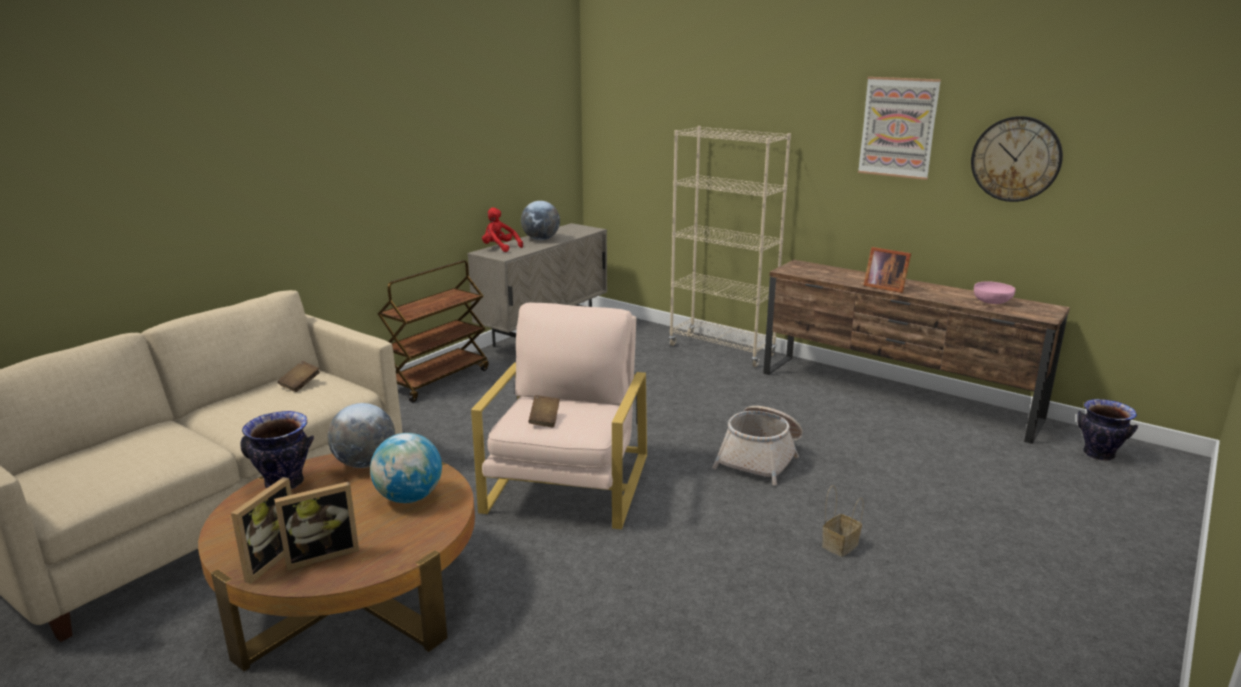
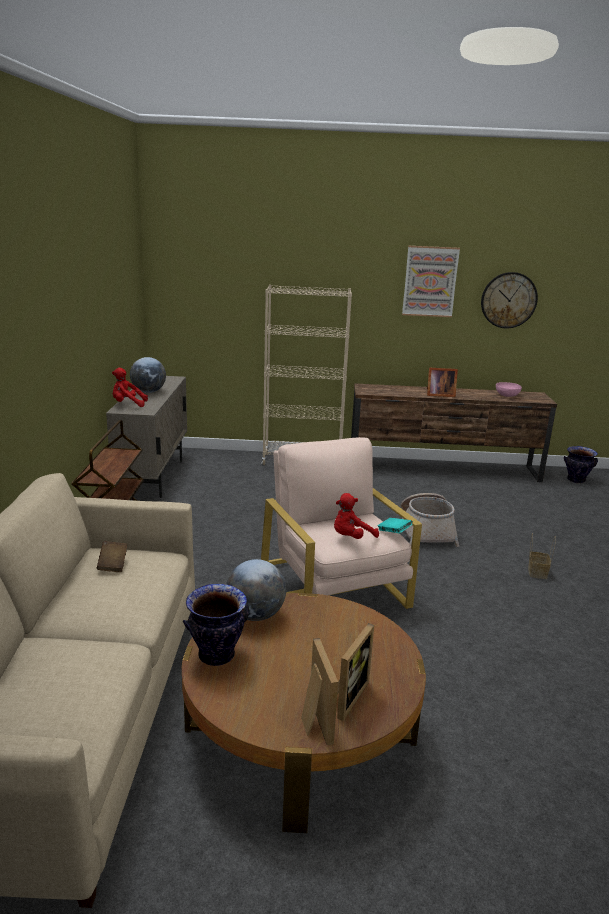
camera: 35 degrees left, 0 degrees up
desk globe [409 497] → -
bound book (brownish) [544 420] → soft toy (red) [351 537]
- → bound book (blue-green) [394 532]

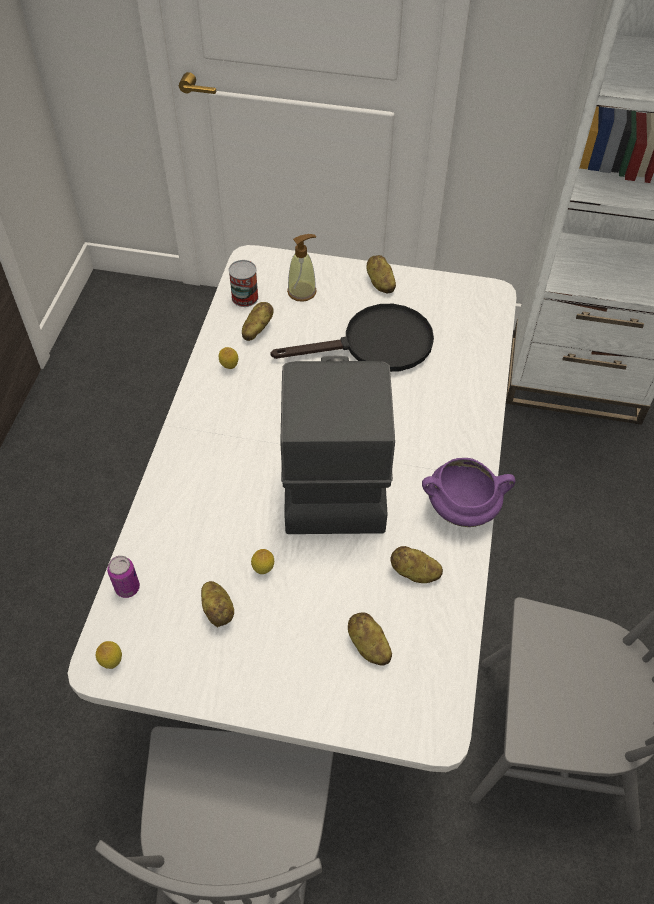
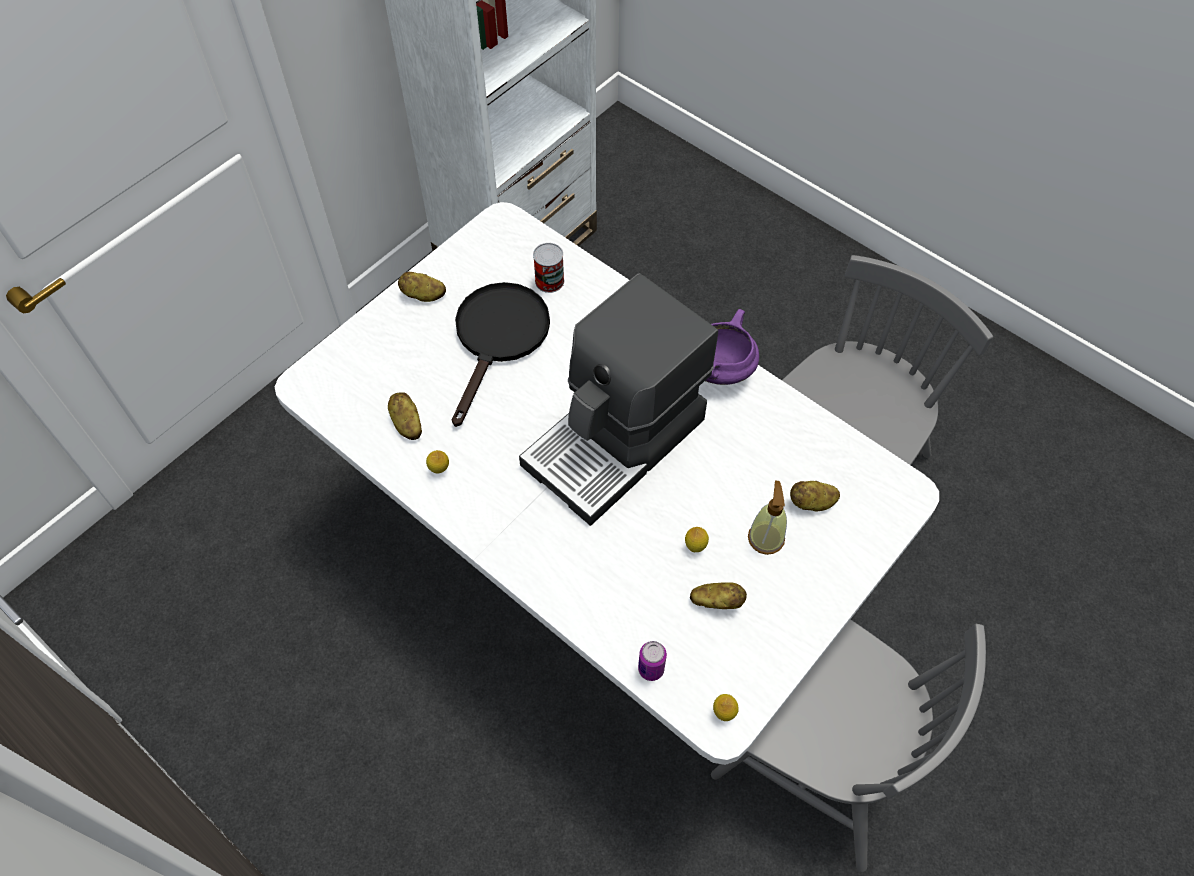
camera: 60 degrees left, 5 degrees up
sealed can [245 297] → sealed can [549 281], move
coffee maker [331 467] → coffee maker [617 442], 75 degrees counterclockwise
soap dispenser [302 292] → soap dispenser [766 538], move
spud [414 573] → -

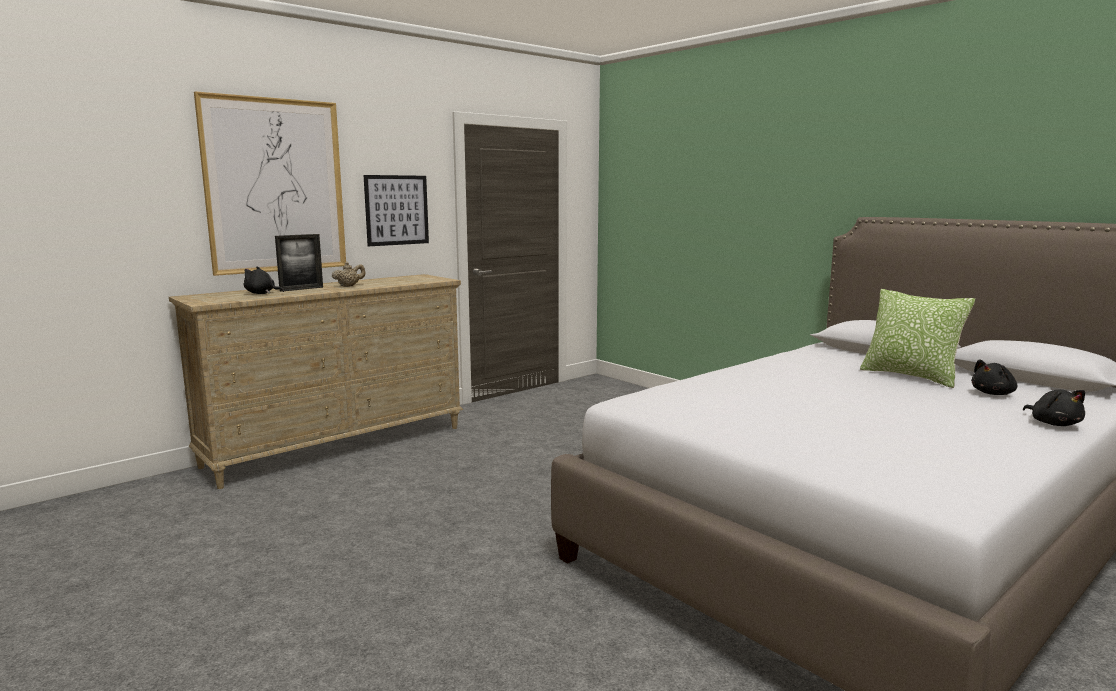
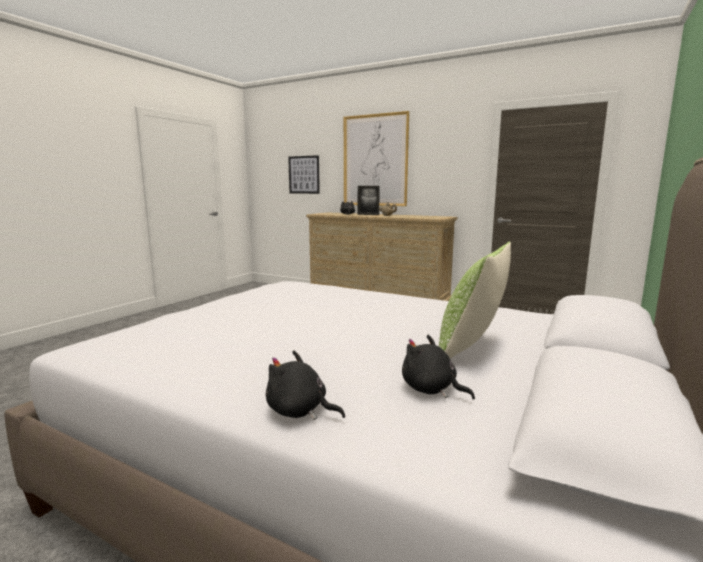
camera: 70 degrees right, 0 degrees up
wall art [397 210] → wall art [304 175], move
soft toy (black) [1053 423] → soft toy (black) [299 411], 60 degrees clockwise

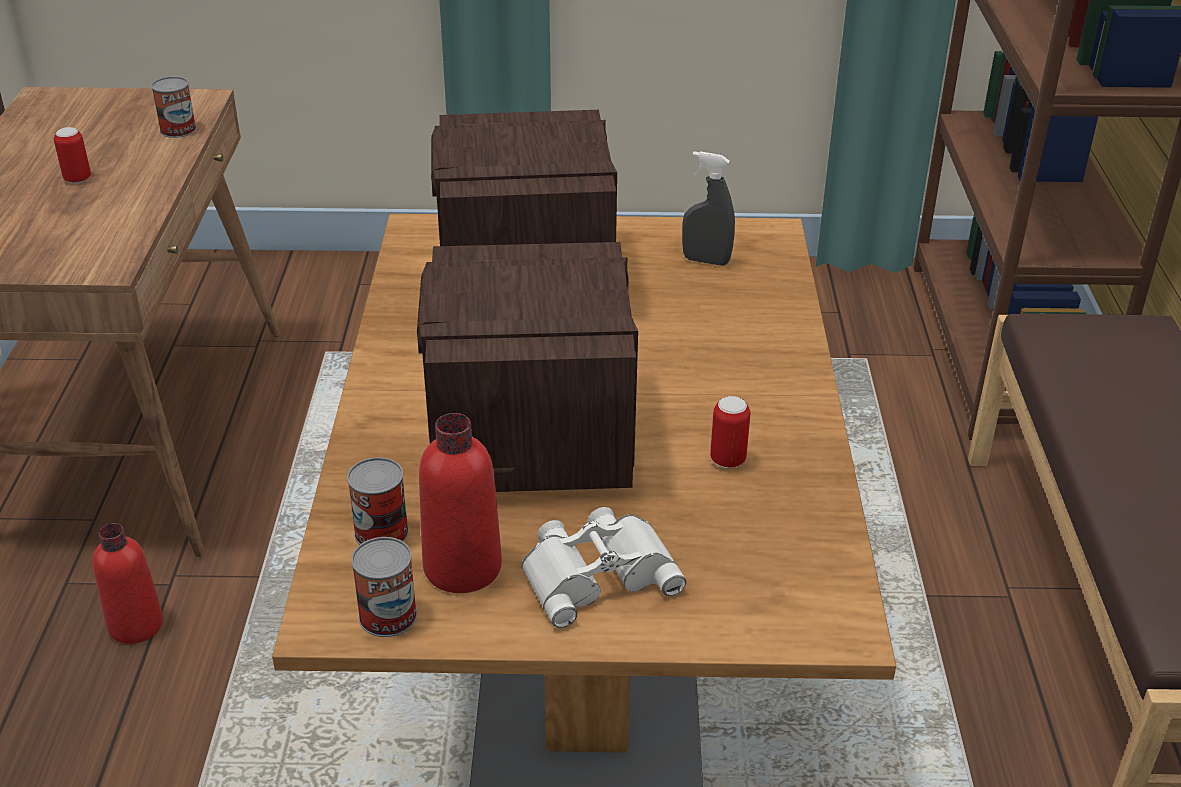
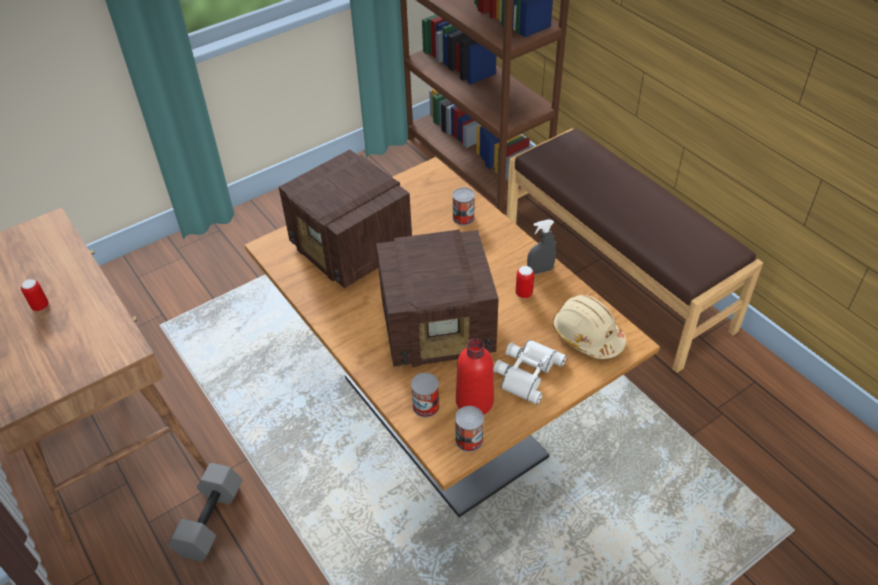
camera: 35 degrees left, 10 degrees up
bottle (red) [136 625] → dumbbell (greyish) [209 519]
sealed can [178 129] → sealed can [463 218], move
radio [530 441] → radio [439 329], 60 degrees counterclockwise
sprayer (greyish) [706 261] → sprayer (greyish) [540 270], move
- → work helmet (beige) [587 335]

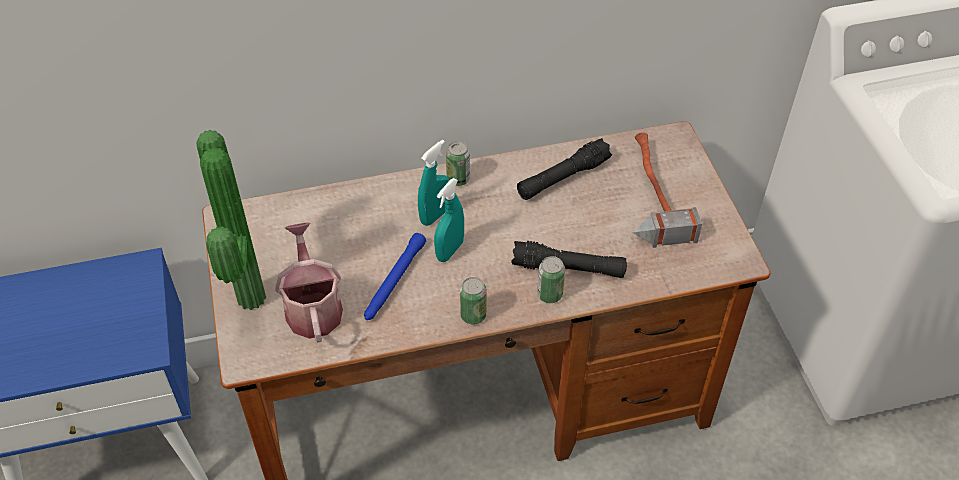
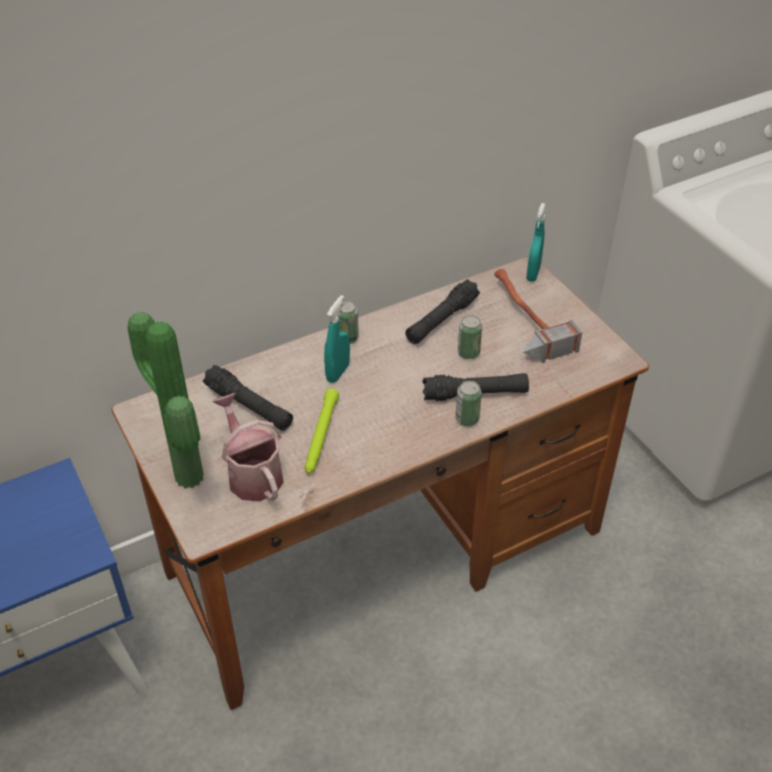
camera: 15 degrees left, 5 degrees down
torch (bluish) [394 281] → torch (greenish) [321 436]
sprayer (blue-green) [450 251] → sprayer (blue-green) [533 273], move
sealed can [473 315] → sealed can [468 353], move
- → torch (black) [249 407]

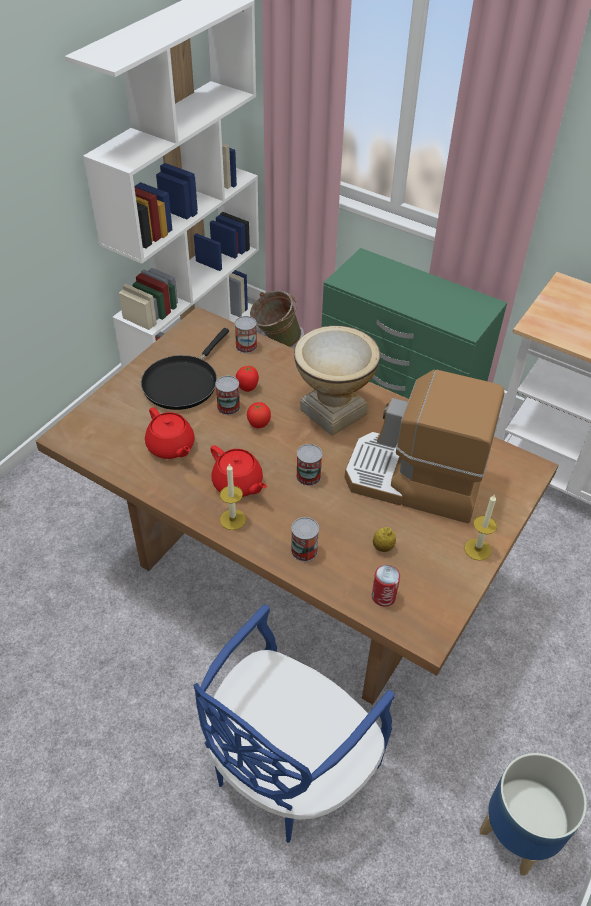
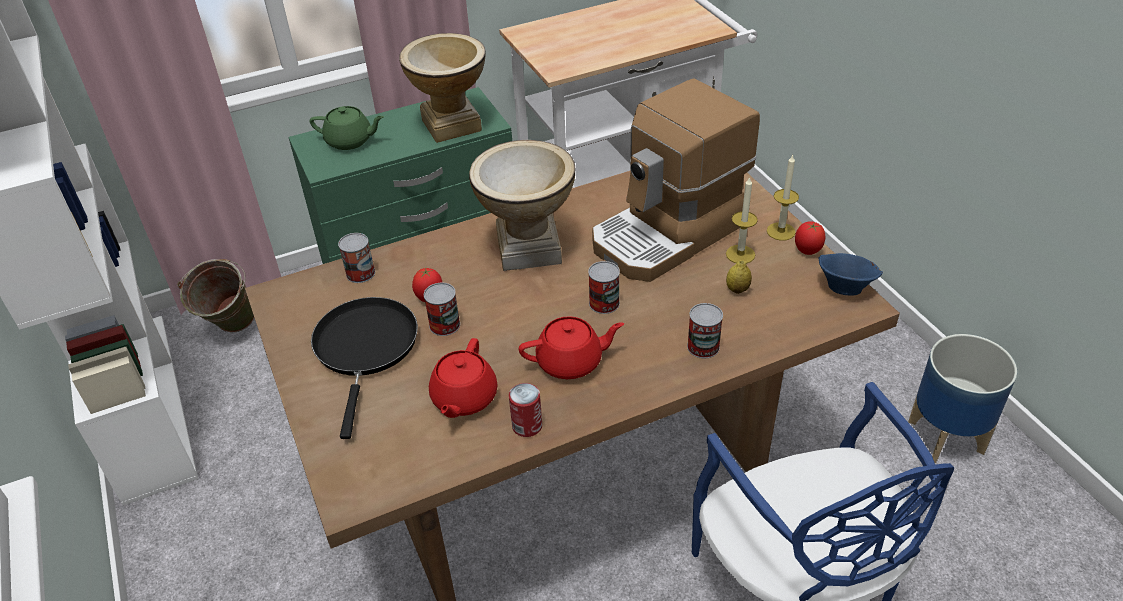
camera: 55 degrees left, 5 degrees down
skillet (black) [183 382] → skillet (black) [365 348], 150 degrees counterclockwise
teapot (red) [171 447] → teapot (red) [463 398], 105 degrees clockwise
wax light [232 519] → wax light [740 254], move
fresh tomato [258 425] → fresh tomato [807 251], move
sealed can [383 596] → sealed can [527 426], move
- → teapot (greenish) [350 141]
- → decorative vase [452 125]
- → bowl (bluish) [844 287]

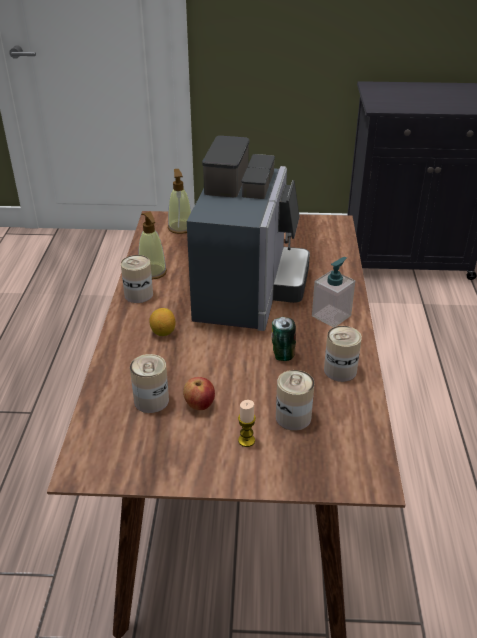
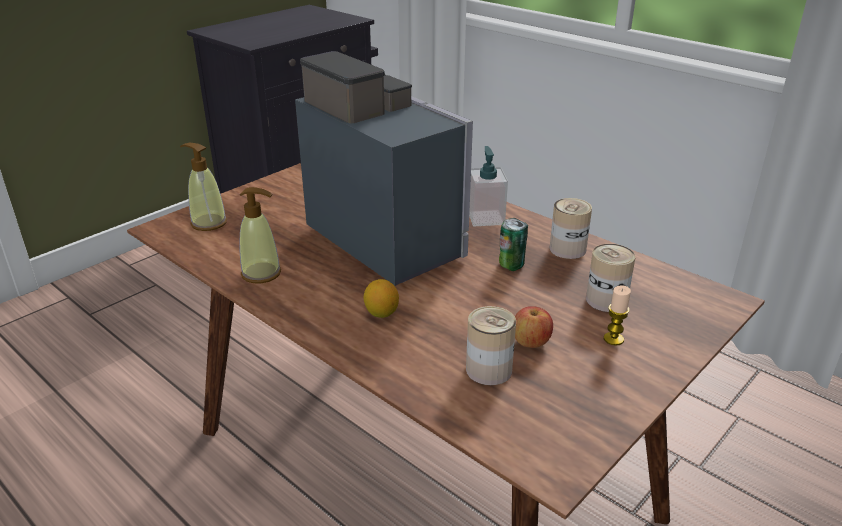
camera: 50 degrees left, 5 degrees down
sealed can [138 294] → -

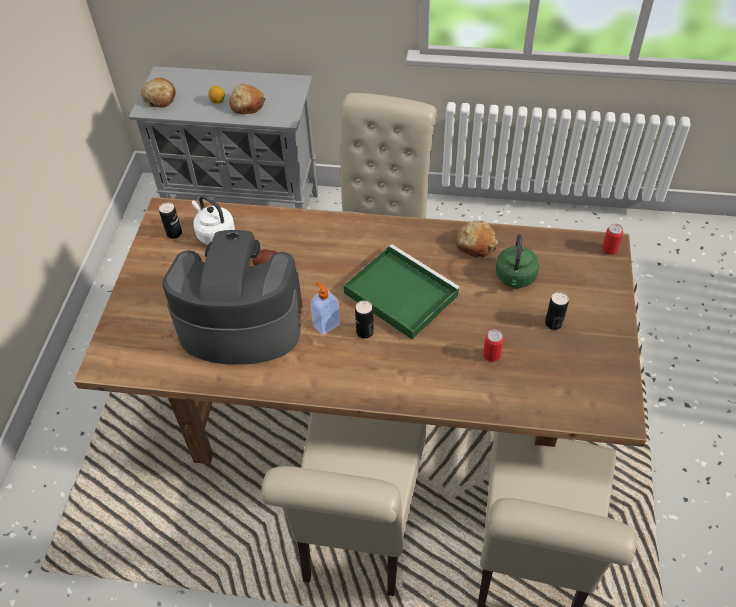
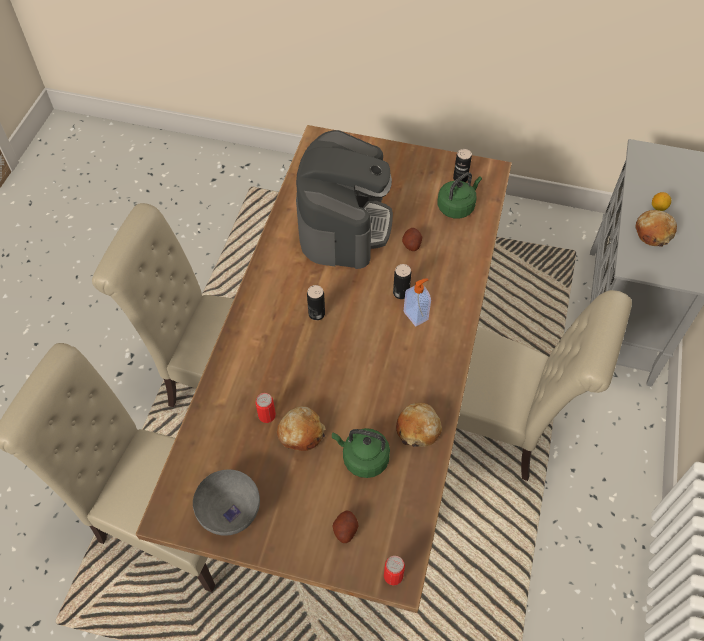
camera: 95 degrees right, 5 degrees up
bread [160 98] → bread [301 432], move
kettle (white) [214 233] → kettle (greenish) [457 207]
soap dispenser [326 324] → soap dispenser [416 315], move
serving tray (greenish) [399 293] → -
sealed can [553 323] → sealed can [401 293], move
- → bowl (greyish) [230 510]
- → spud [345 530]

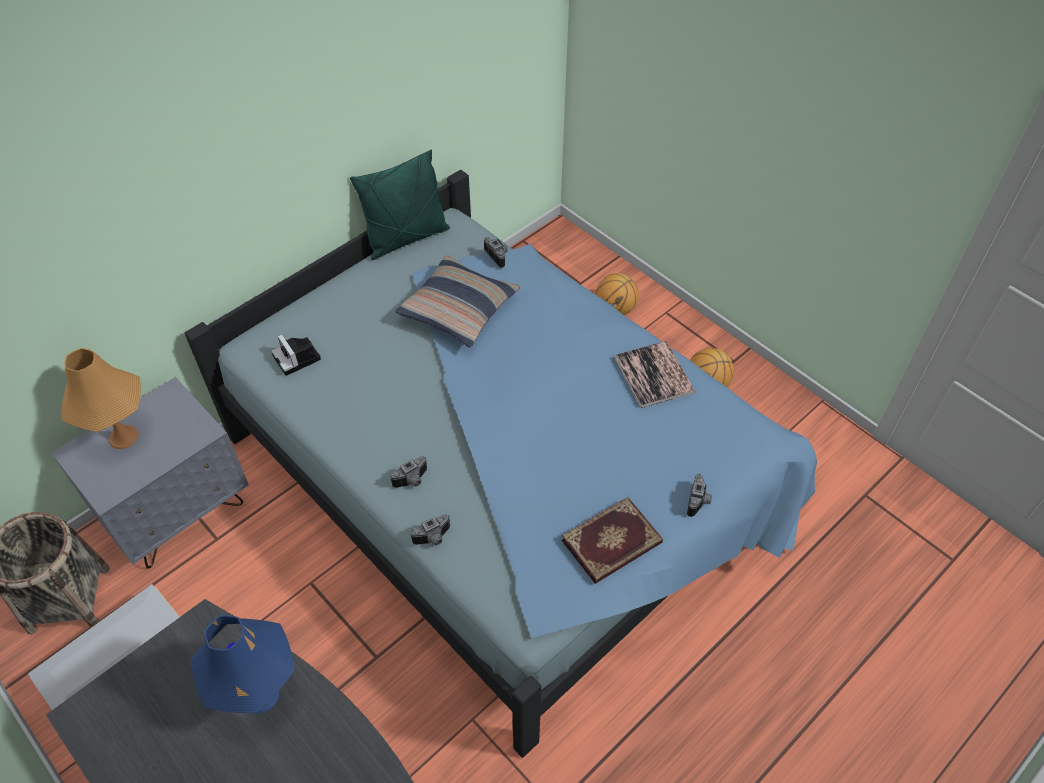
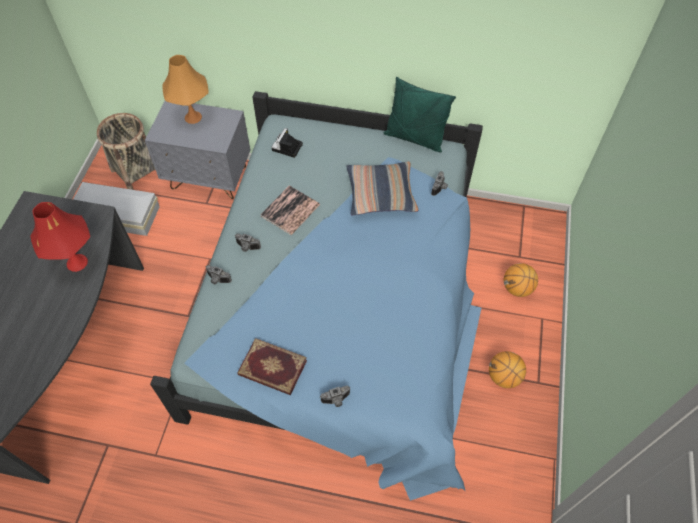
camera: 55 degrees right, 5 degrees up
lamp for a table (bluish) [260 695] → lamp for a table (red) [77 262]
bound book [654 375] → bound book [290 211], move

